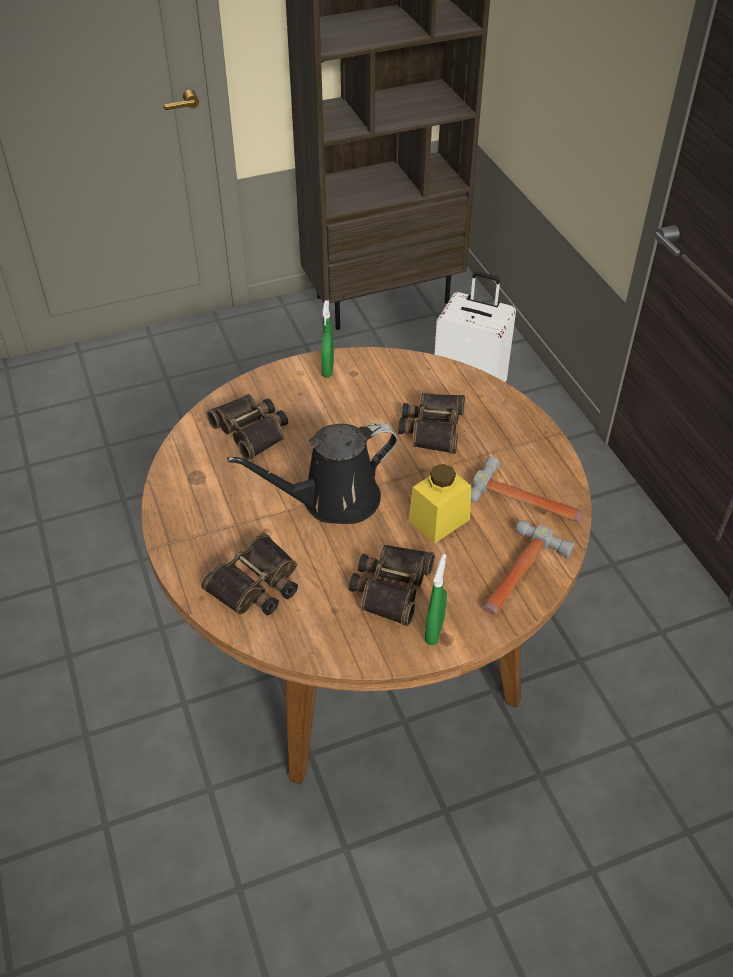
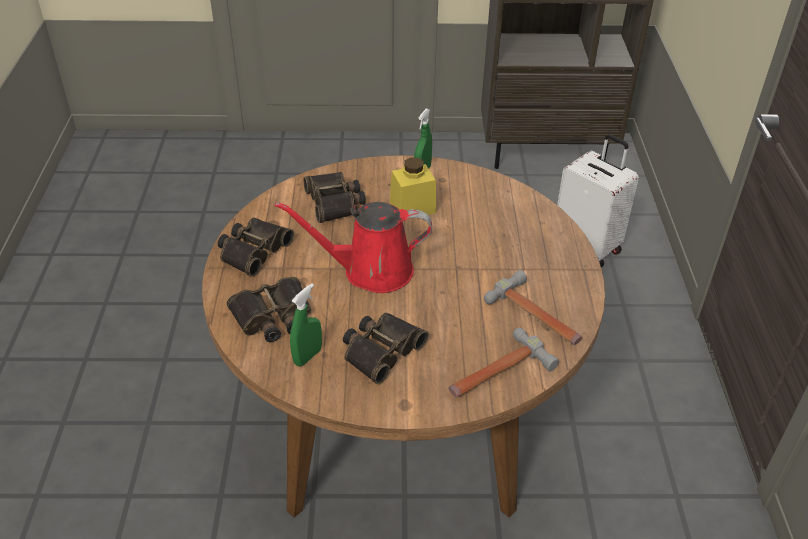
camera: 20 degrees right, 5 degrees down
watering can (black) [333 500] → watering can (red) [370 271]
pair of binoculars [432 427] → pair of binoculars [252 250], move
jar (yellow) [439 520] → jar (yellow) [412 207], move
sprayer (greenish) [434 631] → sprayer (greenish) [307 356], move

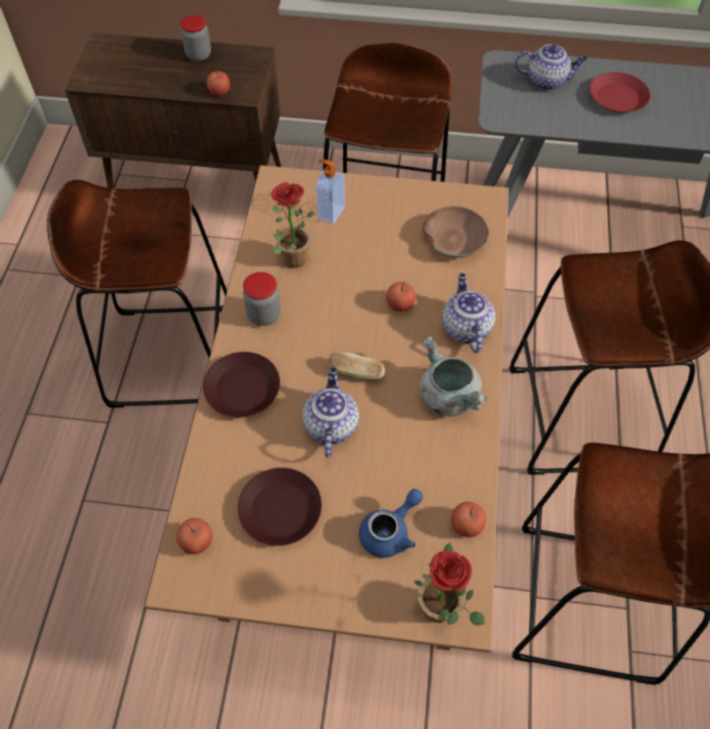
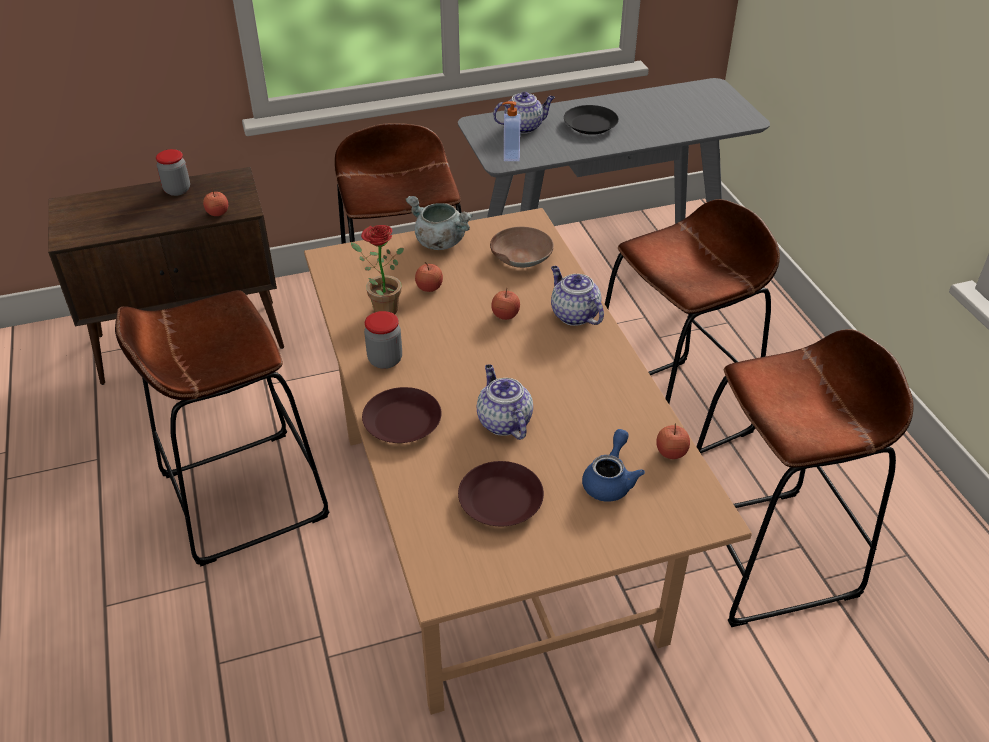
camera: 25 degrees left, 15 degrees down
apple fruit [196 541] → apple fruit [429 287], move
soap dispenser [330 212] → soap dispenser [510 155], move
bread [356 372] → -
plant in a pot [443 611] → -
saucepot (greyish) [447 396] → saucepot (greyish) [439 242], move
flat dish (red) [617 98] → flat dish (black) [590 125]

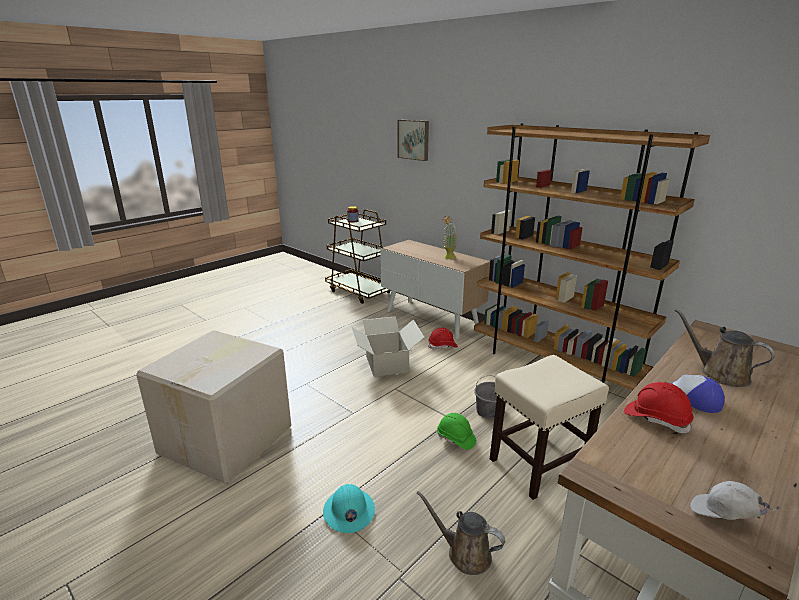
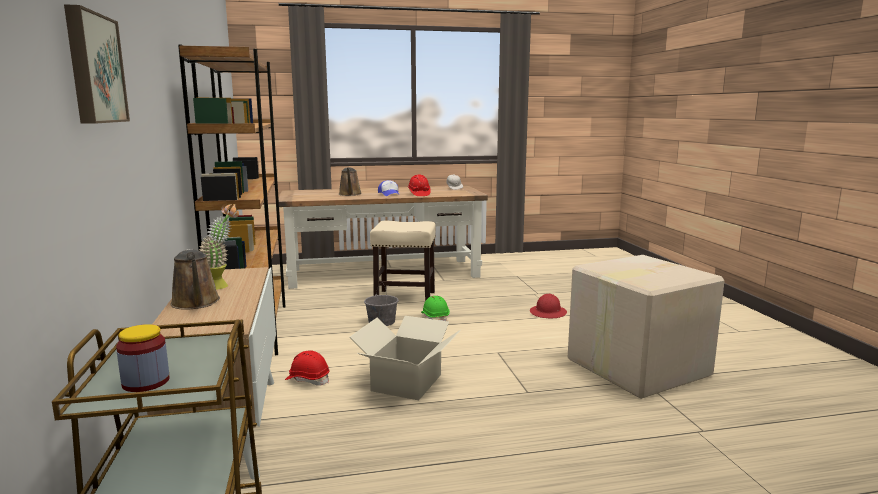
camera: 145 degrees left, 10 degrees down
work helmet (blue-green) [348 511] → work helmet (red) [548 313]
watering can (brownish) [465 553] → watering can (brownish) [196 303], move

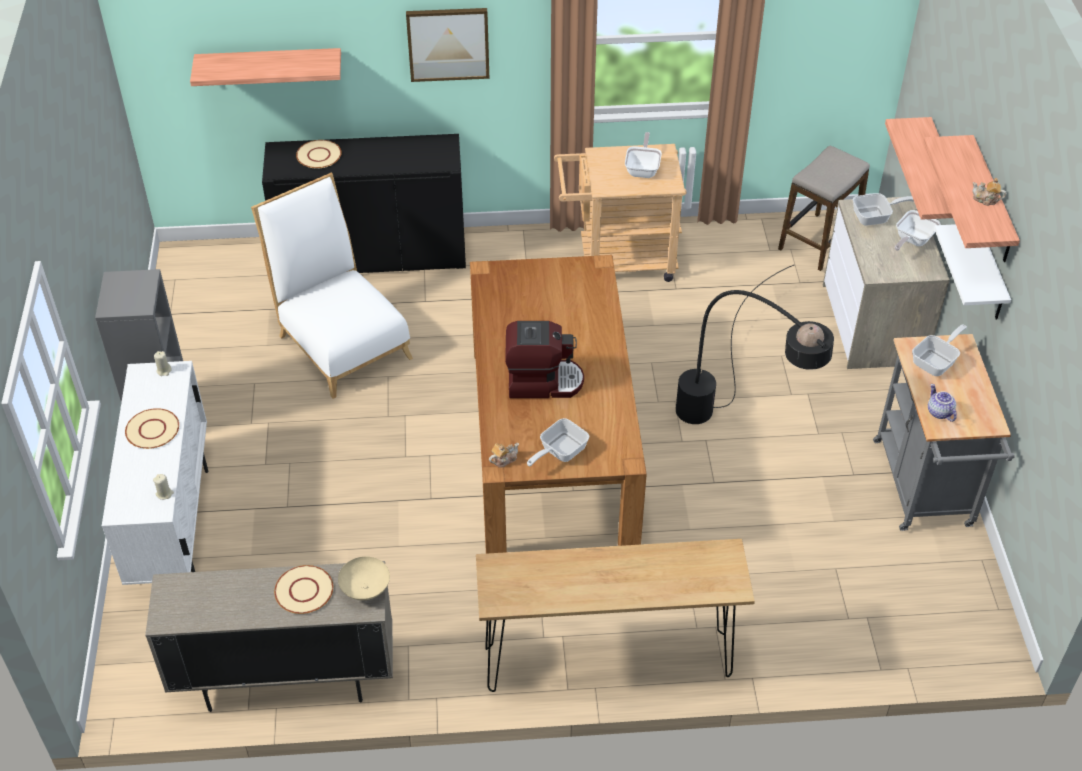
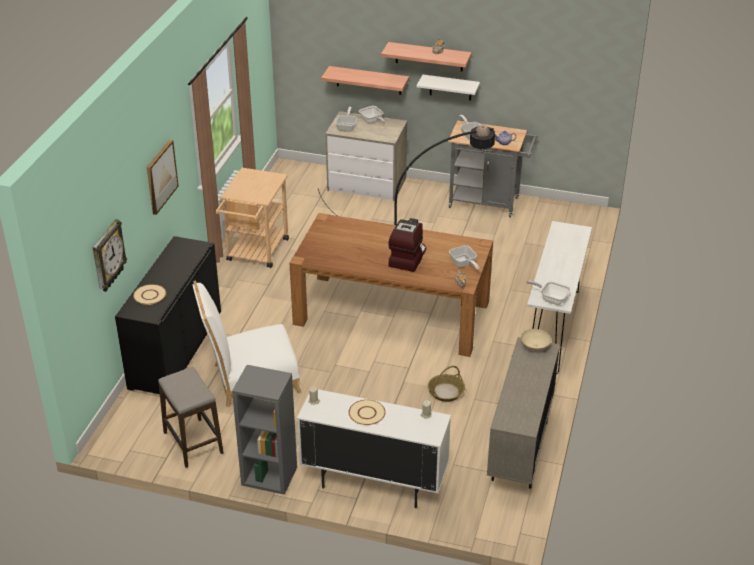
camera: 70 degrees left, 10 degrees down
shelf [269 66] → wall clock [107 256]
flat dish (beige) [304 590] → -
console table (brownish) [608 662] → console table (white) [553 329]
skillet [643 169] → skillet [551 299], move
stool [818 242] → stool [193 443], move
- → storage basket [445 392]

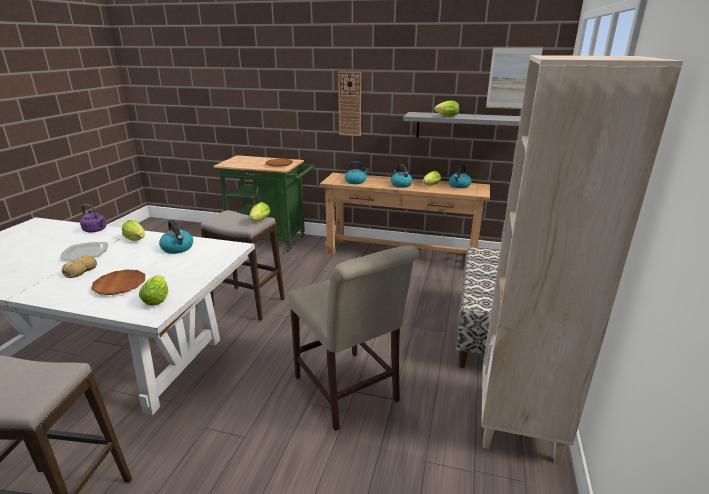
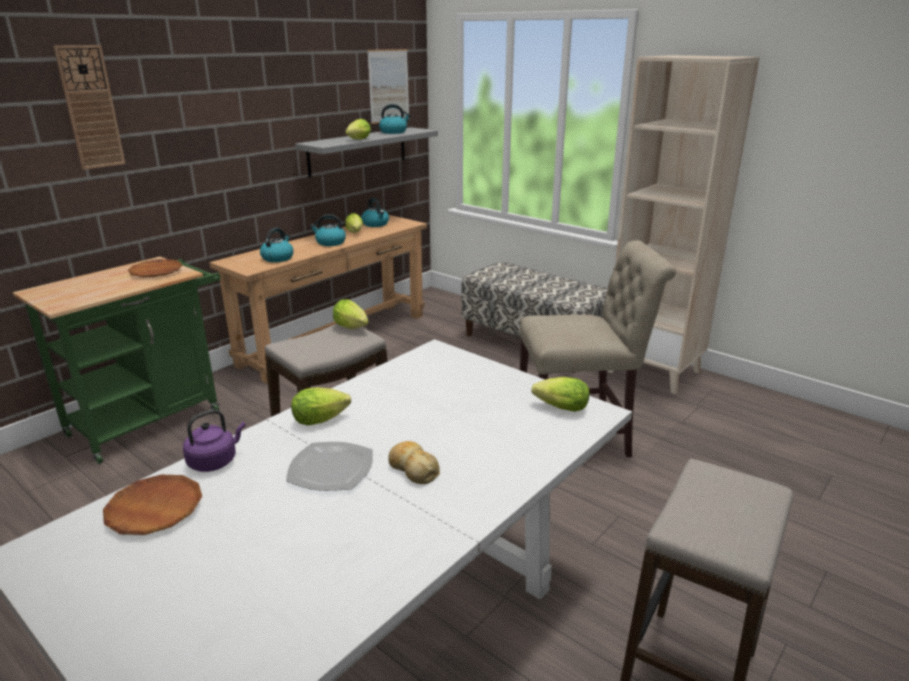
camera: 65 degrees left, 0 degrees up
flat dish (brownish) [120 285] → flat dish (brownish) [155 509], move
kettle [178 248] → kettle [393 132], move
wall clock [350 104] → wall clock [90 108], move

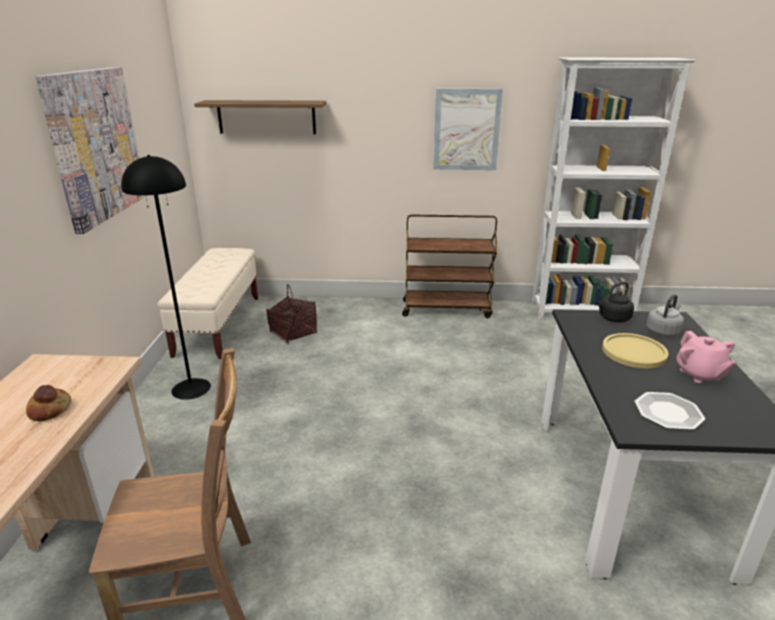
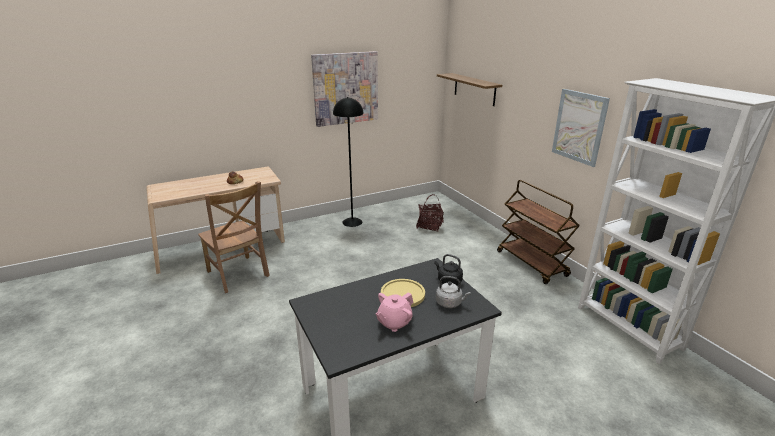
camera: 60 degrees right, 0 degrees up
indoor bench (beige) [218 325] → -
flat dish [668 412] → -

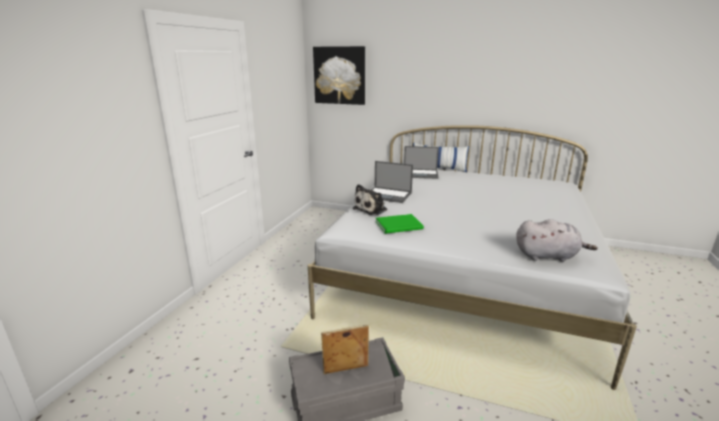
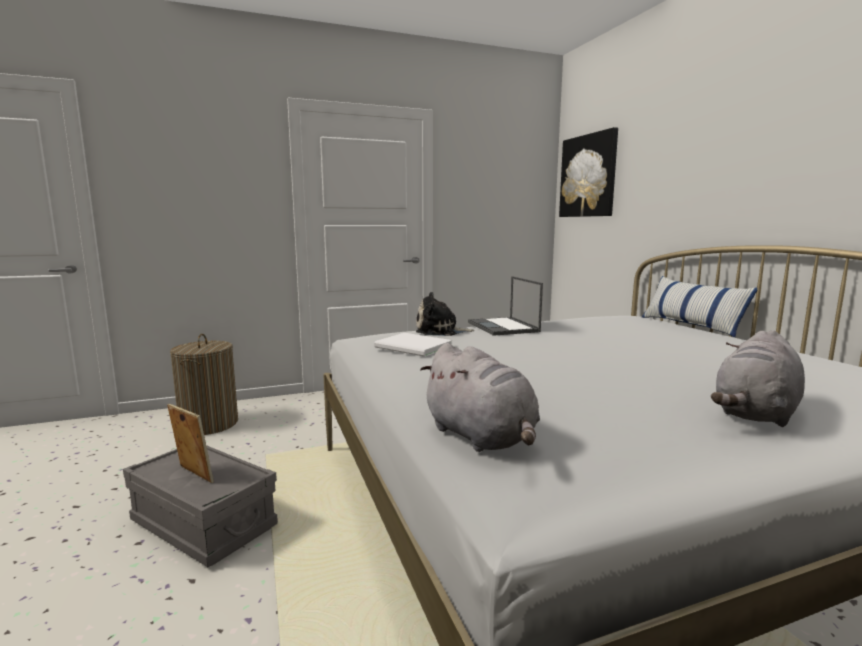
camera: 50 degrees right, 10 degrees down
bound book (greenish) [400 225] → bound book (white) [414 347]
portable computer [420 174] → -
- → washing basket [209 424]
- → soft toy (greyish) [755 414]

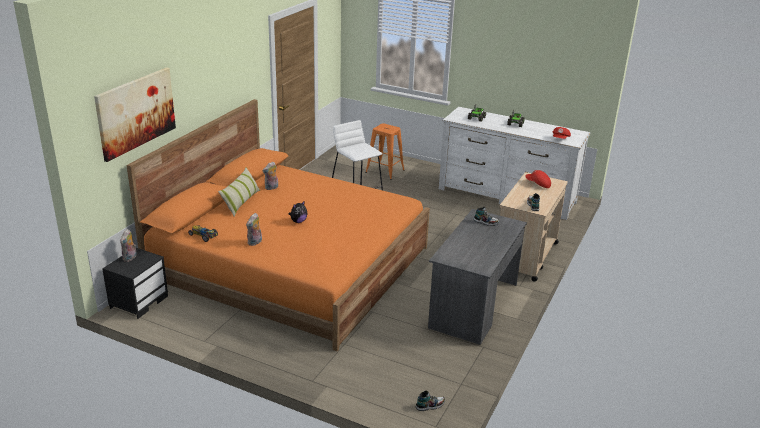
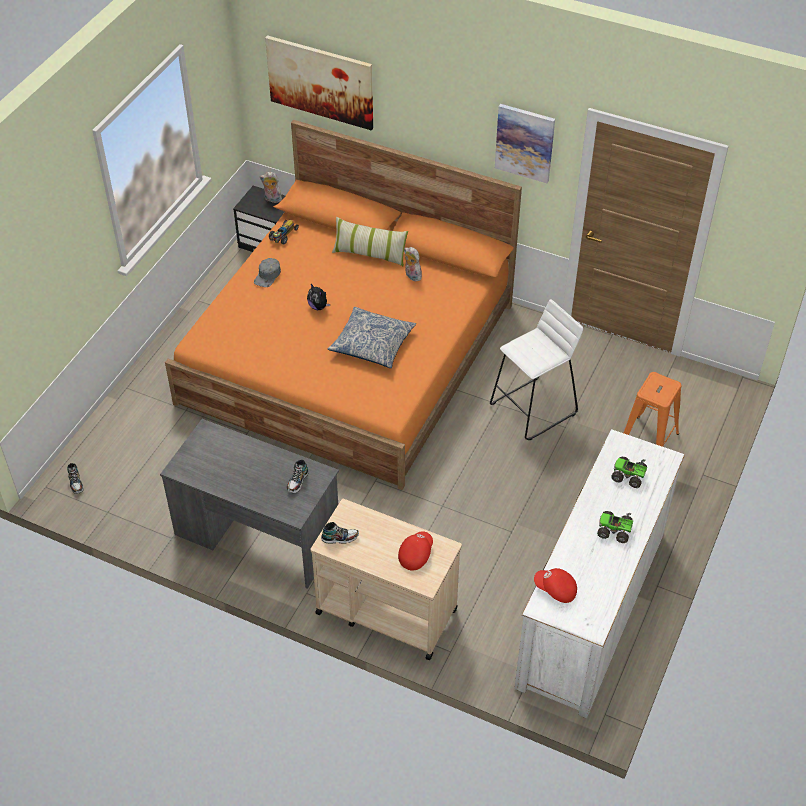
camera: 90 degrees right, 20 degrees up
soft toy [255 242] → cap (greyish) [267 276]
- → pillow [372 344]
- → wall art [525 142]

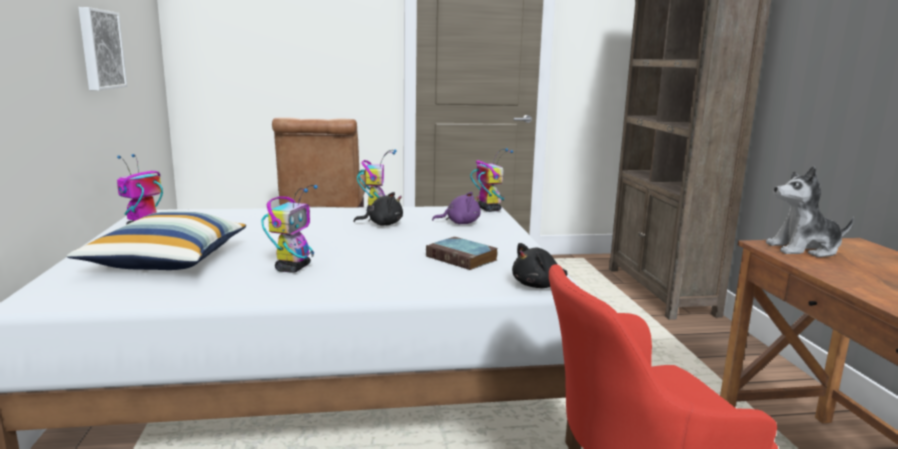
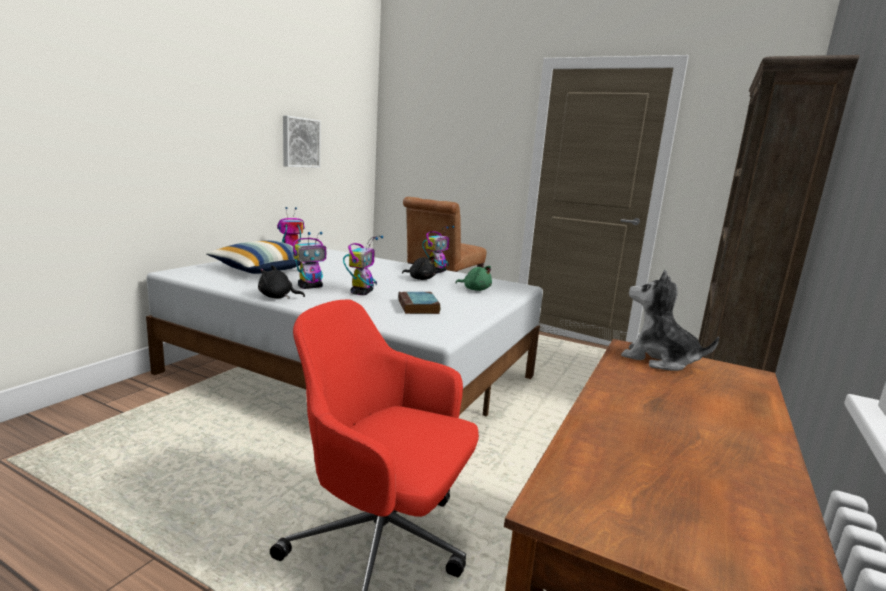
camera: 35 degrees right, 0 degrees up
soft toy (purple-coloured) [460 223] → soft toy (greenish) [475 289]
toy robot [488 209] → toy robot [362 292], move
soft toy (black) [538 285] → soft toy (black) [277 297], move

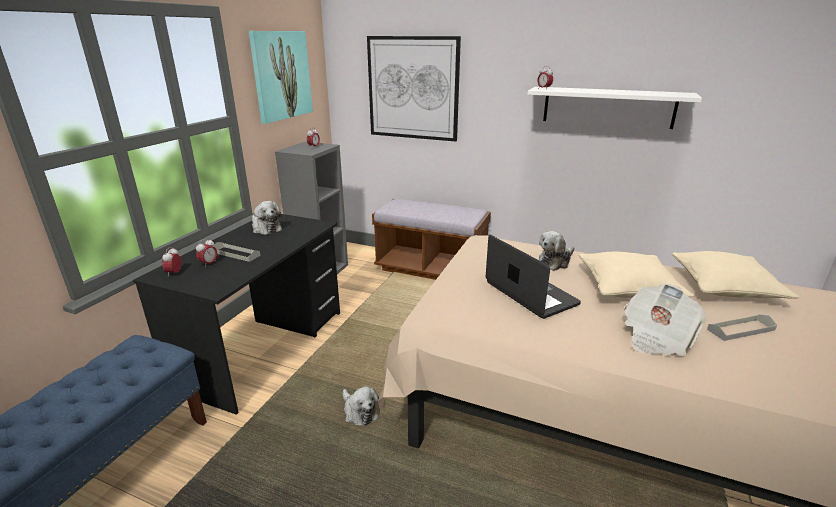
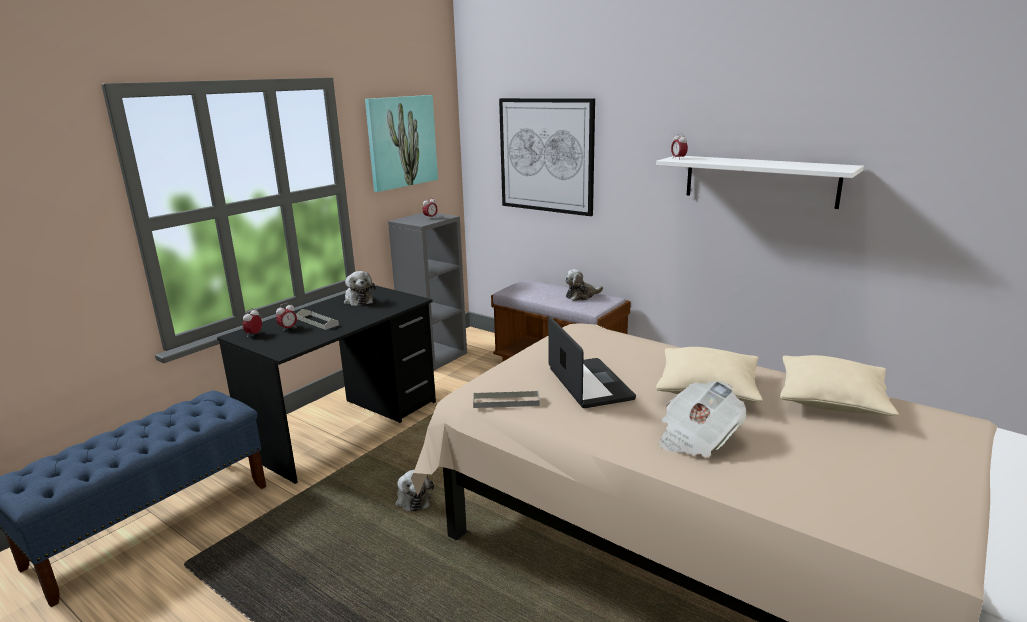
camera: 15 degrees right, 5 degrees down
soft toy [555 262] → soft toy [581 296], move
serving tray (greyish) [741 330] → serving tray (greyish) [506 402], move

